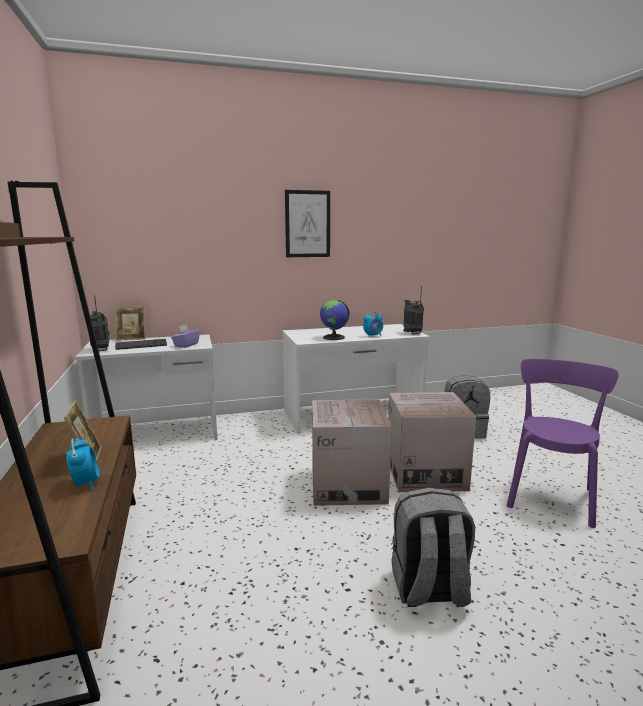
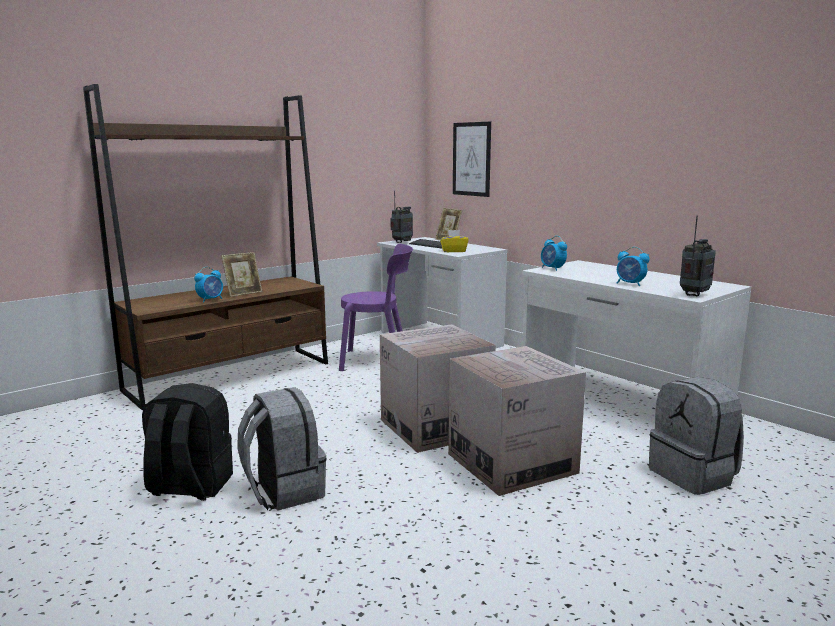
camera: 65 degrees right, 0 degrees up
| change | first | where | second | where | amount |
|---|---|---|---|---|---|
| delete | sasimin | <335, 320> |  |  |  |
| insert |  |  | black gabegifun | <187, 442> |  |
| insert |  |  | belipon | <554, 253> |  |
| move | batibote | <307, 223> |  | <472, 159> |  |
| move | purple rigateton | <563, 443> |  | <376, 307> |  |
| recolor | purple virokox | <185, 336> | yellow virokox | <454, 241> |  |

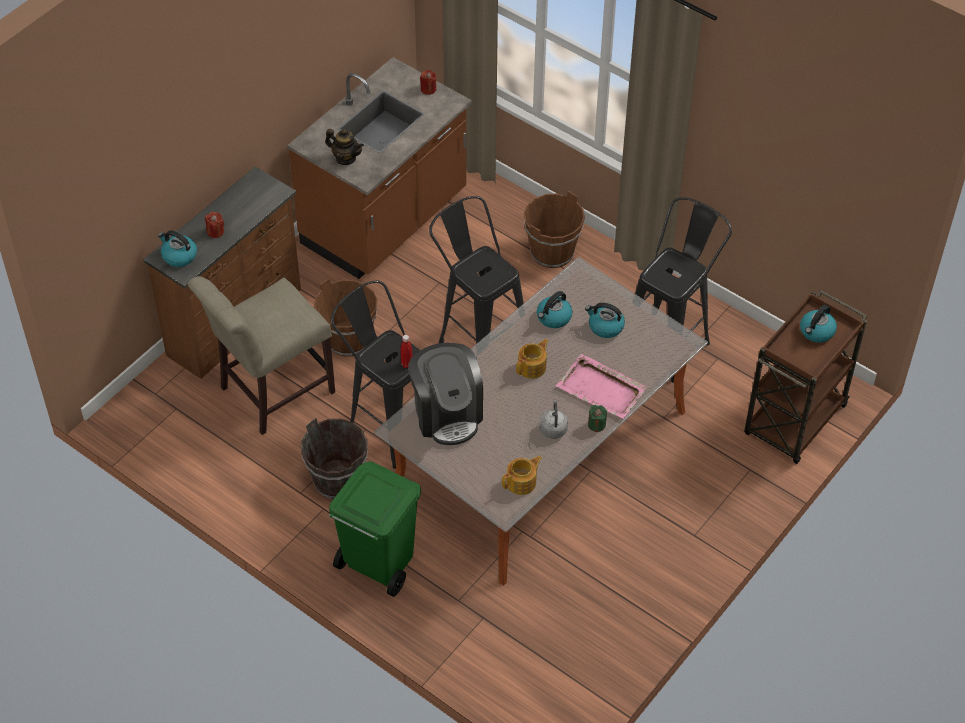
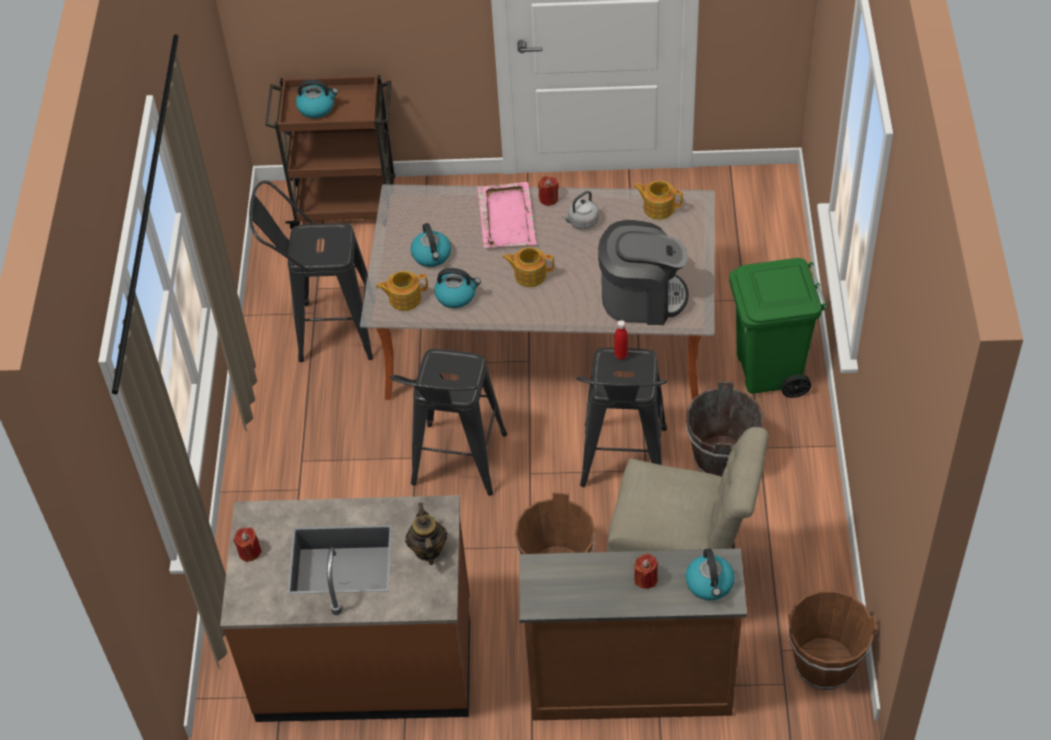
camera: 125 degrees left, 0 degrees up
| change | first | where | second | where | amount |
|---|---|---|---|---|---|
| insert |  |  | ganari | <402, 291> |  |
| move | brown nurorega | <554, 229> |  | <832, 640> |  |
| recolor | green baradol | <597, 418> | red baradol | <548, 191> |  |
| rotate | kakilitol | <445, 394> |  | <643, 272> | 60 degrees clockwise |

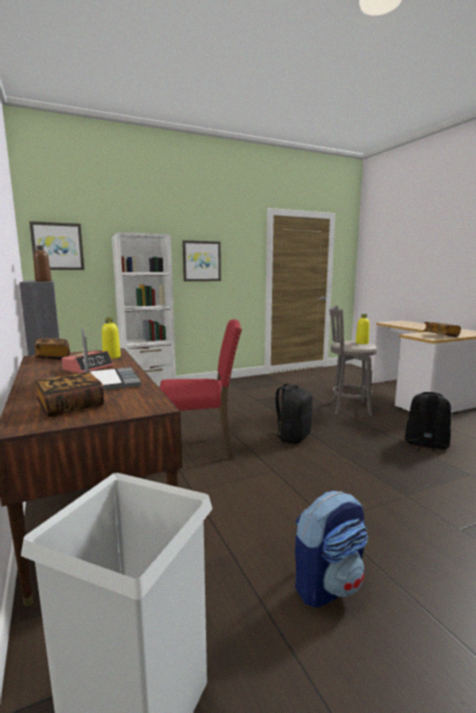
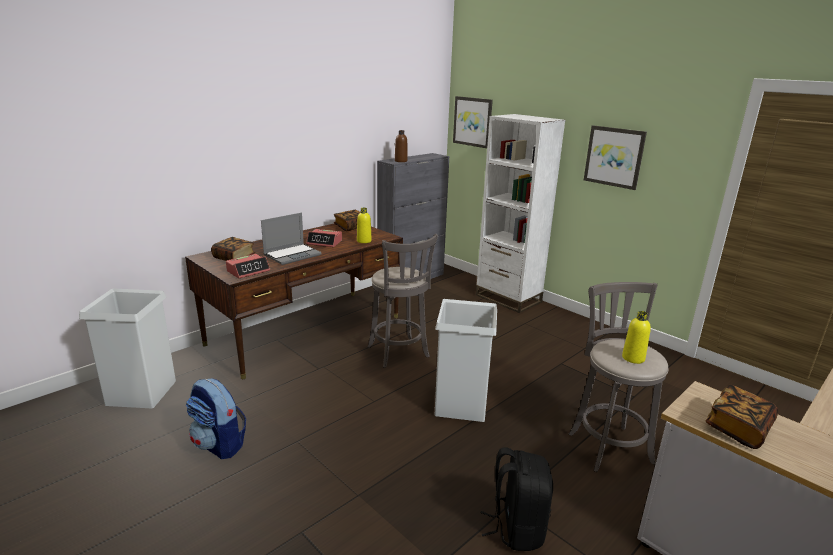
camera: 70 degrees right, 10 degrees up
| change | first | where | second | where | amount |
|---|---|---|---|---|---|
| insert |  |  | belipon | <248, 266> |  |
| replace | red rigateton | <200, 389> | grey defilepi | <402, 301> |  |
| replace | black gabegifun | <292, 413> | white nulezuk | <466, 360> |  |

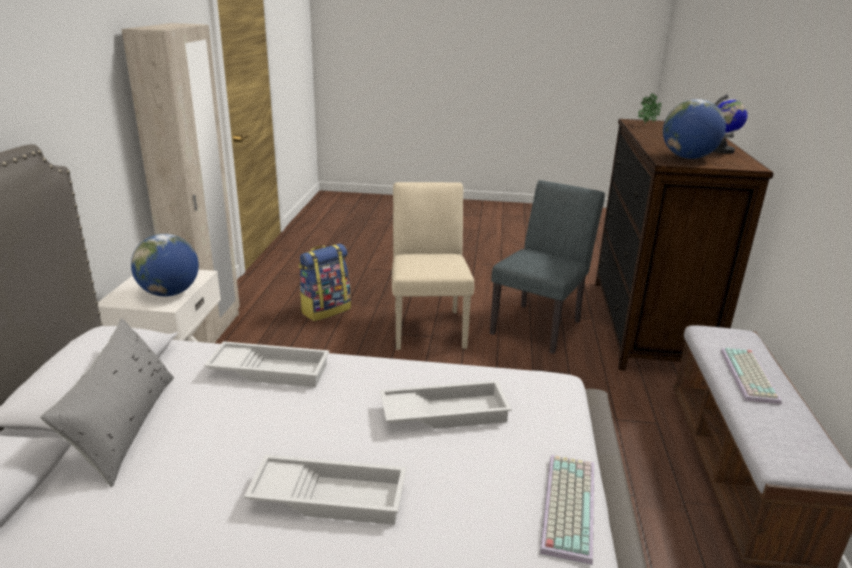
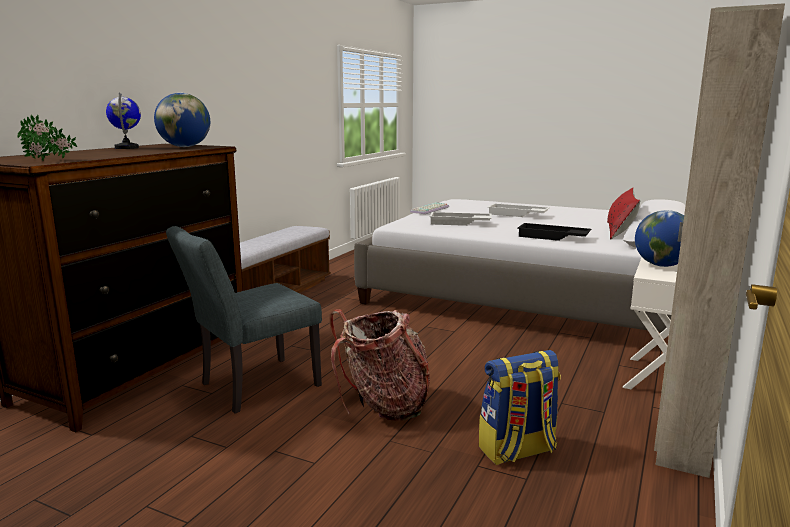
camera: 160 degrees left, 10 degrees down
| change | first | where | second | where | amount |
|---|---|---|---|---|---|
| delete | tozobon | <751, 376> |  |  |  |
| replace | beige rigateton | <433, 266> | gabegifun | <380, 365> |  |
| recolor | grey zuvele | <107, 402> | red zuvele | <623, 213> |  |
| recolor | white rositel | <266, 364> | black rositel | <554, 232> |  |

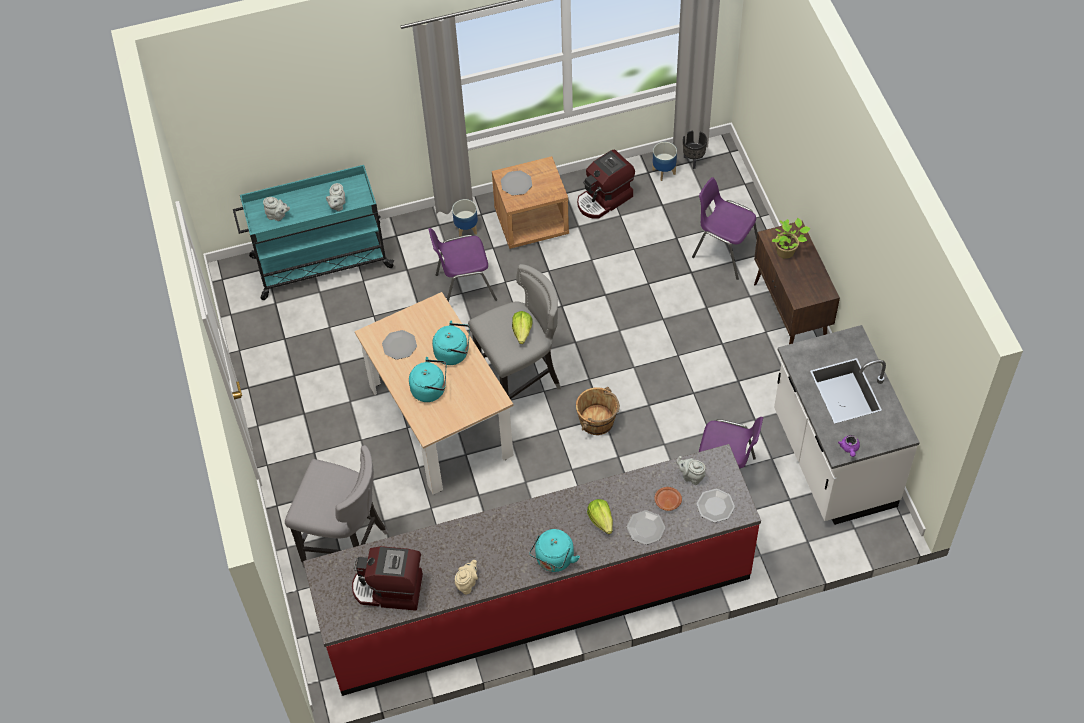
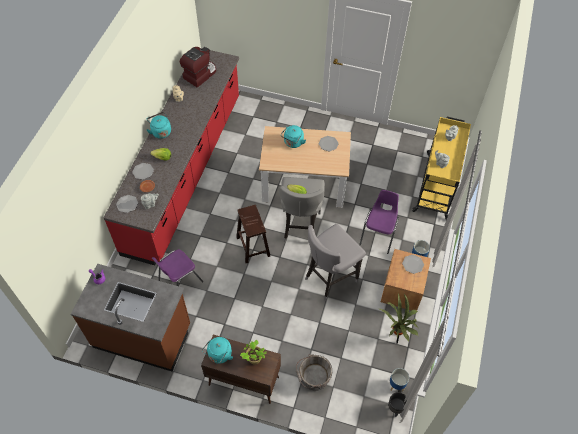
camera: 120 degrees right, 0 degrees up
| change | first | where | second | where | amount |
|---|---|---|---|---|---|
| move | grey defilepi | <336, 506> |  | <335, 262> |  |
| move | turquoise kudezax | <451, 343> |  | <217, 350> |  |
| replace | brown nurorega | <598, 411> | brown defilepi | <253, 234> |  |
| replace | kakilitol | <606, 184> | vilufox | <398, 319> |  |
| replace | purple rigateton | <725, 228> | grey nurorega | <314, 372> |  |
| recolor | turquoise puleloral | <314, 232> | yellow puleloral | <441, 168> |  |
| recolor | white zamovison | <847, 425> | brown zamovison | <130, 318> |  |

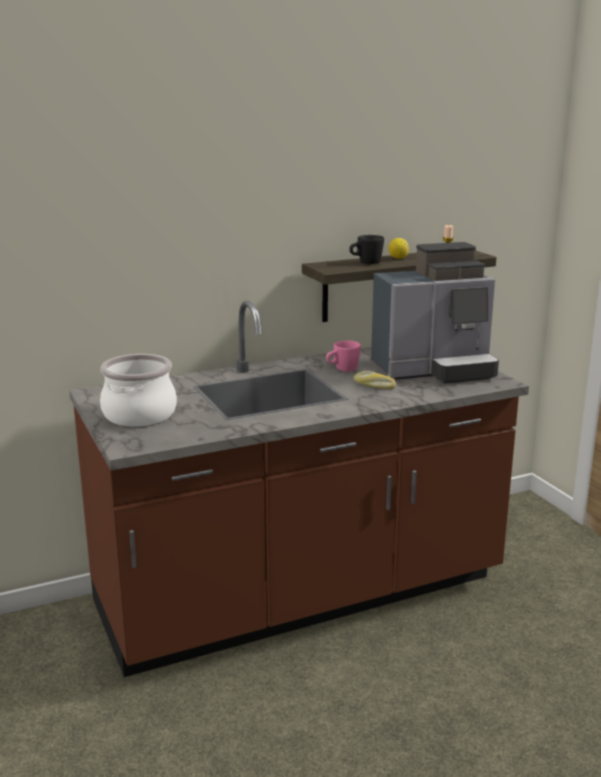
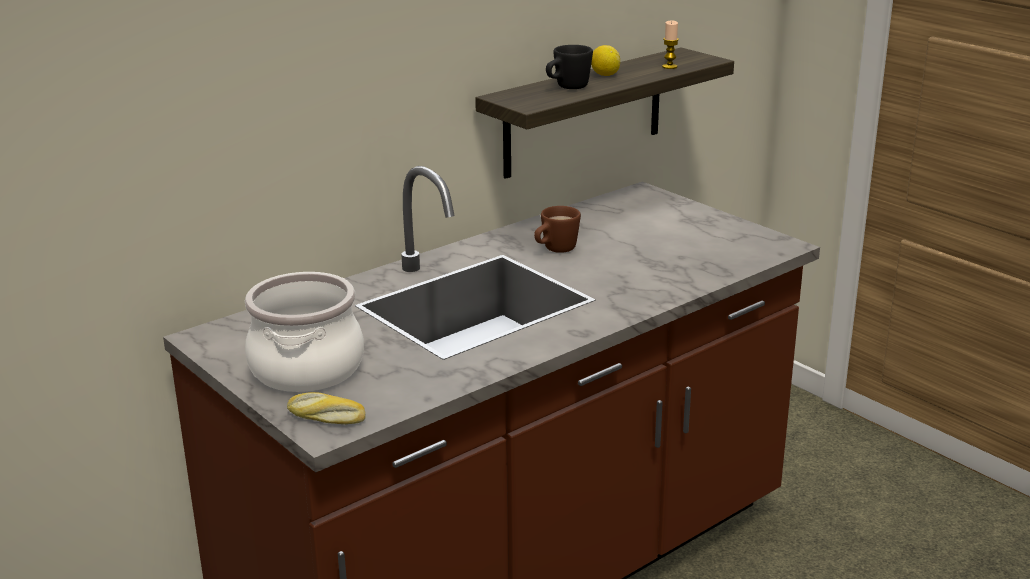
camera: 15 degrees left, 5 degrees up
| change | first | where | second | where | amount |
|---|---|---|---|---|---|
| delete | kakilitol | <435, 313> |  |  |  |
| move | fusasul | <375, 380> |  | <326, 408> |  |
| recolor | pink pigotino | <343, 356> | brown pigotino | <557, 229> |  |

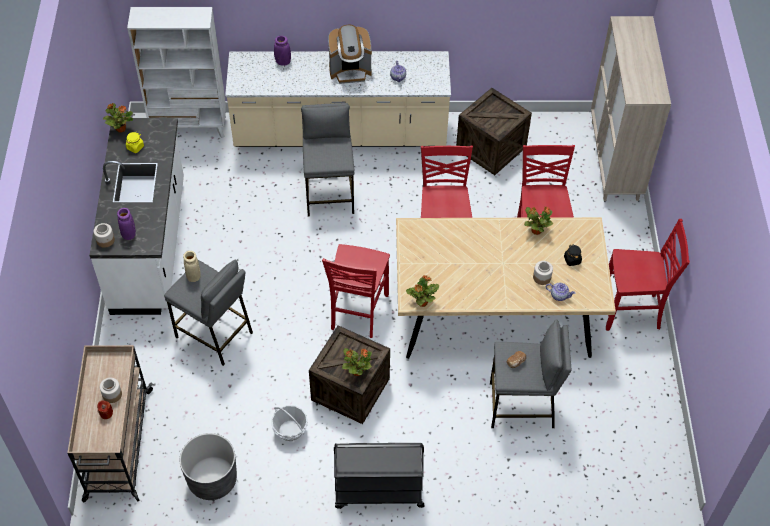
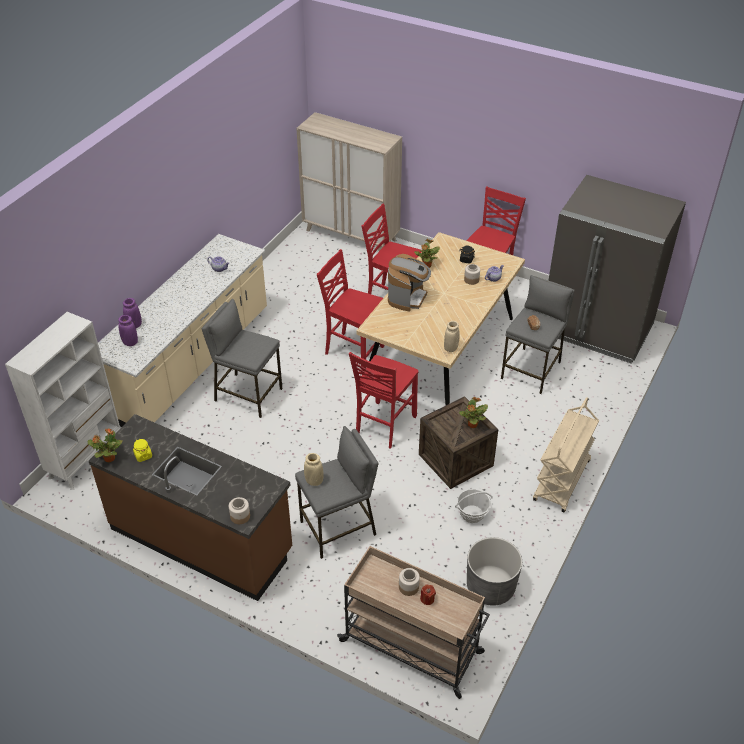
camera: 60 degrees left, 10 degrees down
| change | first | where | second | where | amount |
|---|---|---|---|---|---|
| delete | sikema | <494, 131> |  |  |  |
| insert |  |  | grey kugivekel | <617, 269> |  |
| move | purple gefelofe | <126, 224> |  | <128, 330> |  |
| move | kakilitol | <350, 54> |  | <409, 283> |  |
| replace | vilufox | <422, 291> | beige gefelofe | <452, 336> |  |
| recolor | white zamovison | <136, 216> | brown zamovison | <190, 507> |  |
| recolor | black puleloral | <379, 476> | beige puleloral | <566, 454> |  |
| rotate | red rigateton | <356, 291> |  | <384, 400> | 75 degrees clockwise |

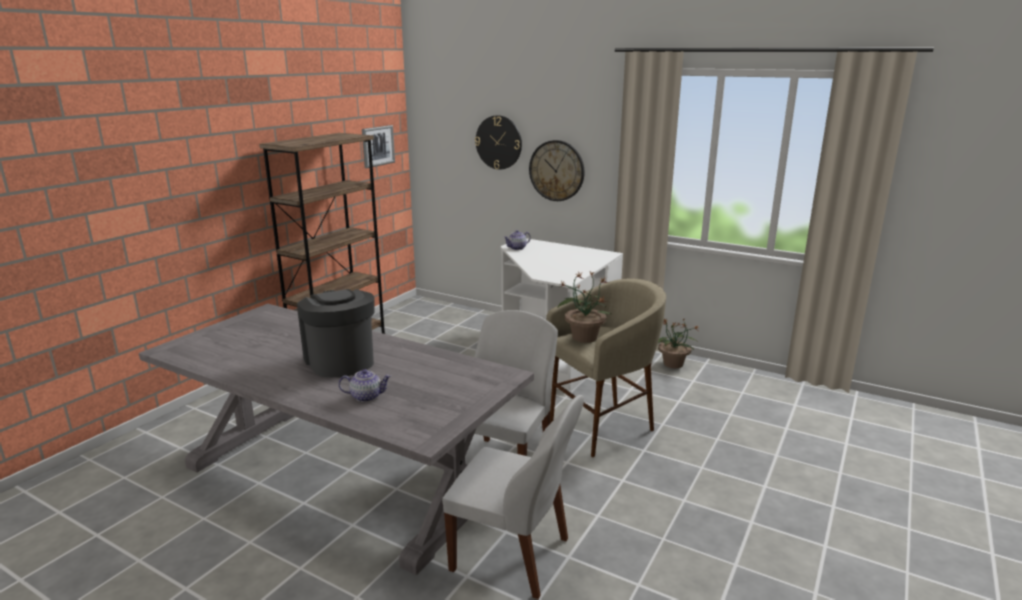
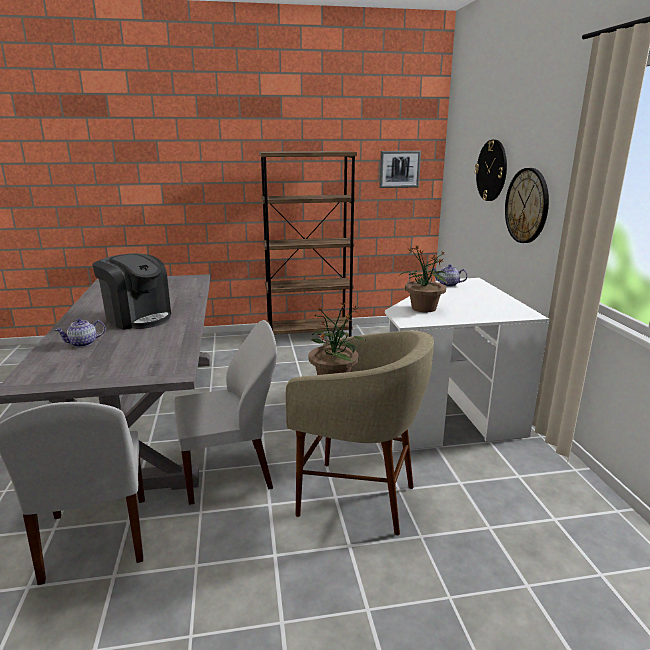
camera: 50 degrees right, 0 degrees up
| change | first | where | second | where | amount |
|---|---|---|---|---|---|
| move | vilufox | <678, 343> |  | <423, 278> |  |
| rotate | kakilitol | <336, 333> |  | <131, 291> | 105 degrees clockwise |
| rotate | ganari | <364, 385> |  | <80, 333> | 105 degrees clockwise |

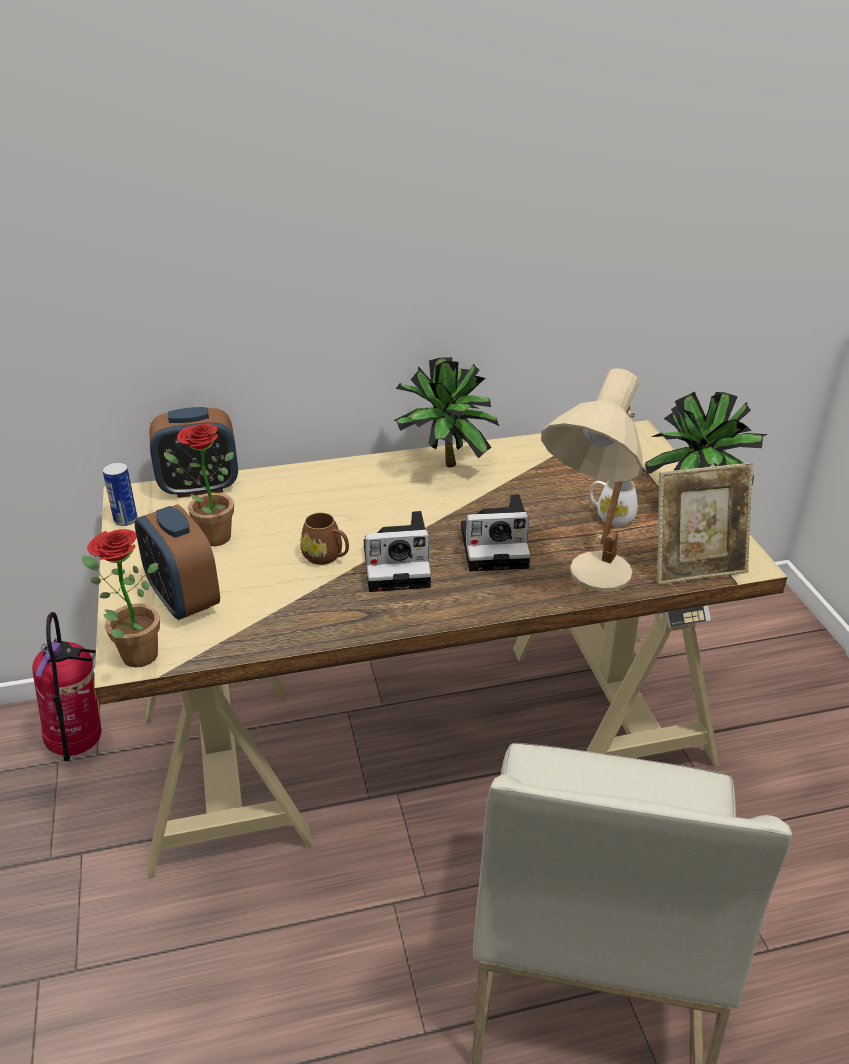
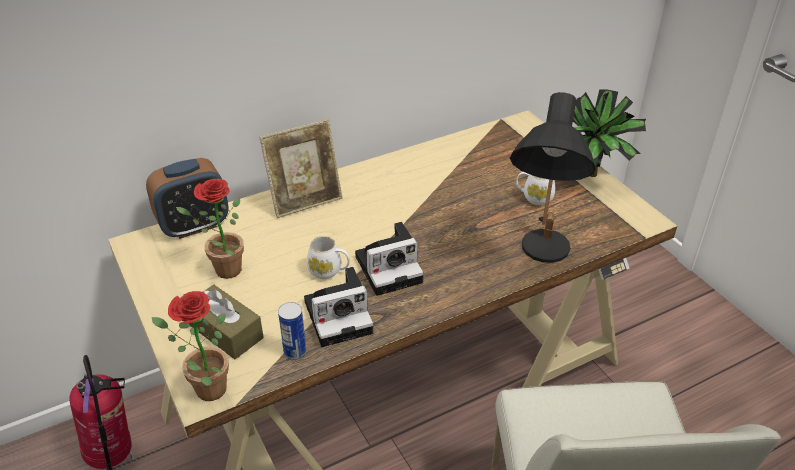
camera: 15 degrees left, 5 degrees up
| change | first | where | second | where | amount |
|---|---|---|---|---|---|
| delete | vilufox | <446, 412> |  |  |  |
| move | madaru | <119, 494> |  | <292, 331> |  |
| move | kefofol | <495, 533> |  | <338, 307> |  |
| move | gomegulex | <705, 524> |  | <301, 169> |  |
| replace | belipon | <177, 562> | brown virokox | <226, 322> |  |
| recolor | brown pigotino | <324, 538> | white pigotino | <328, 257> |  |
| recolor | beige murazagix | <592, 480> | black murazagix | <553, 177> |  |

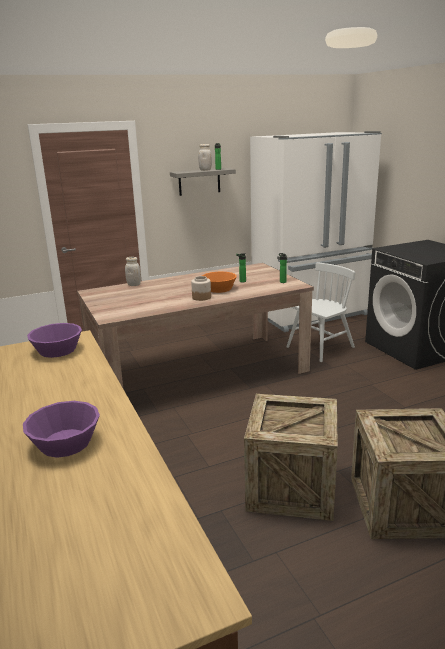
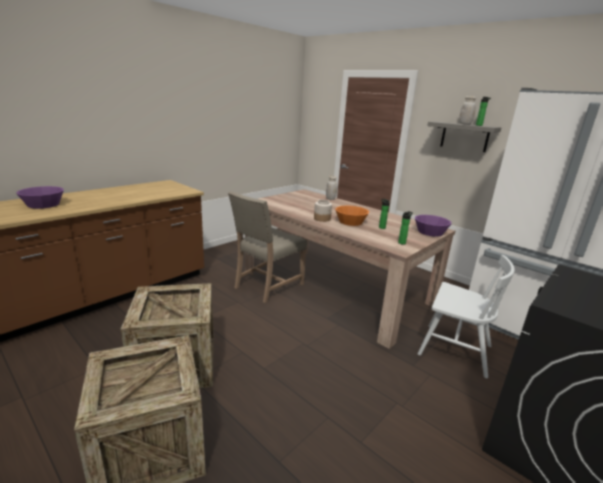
camera: 65 degrees right, 0 degrees up
| change | first | where | second | where | amount |
|---|---|---|---|---|---|
| insert |  |  | beige rigateton | <267, 247> |  |
| move | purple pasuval | <54, 340> |  | <433, 226> |  |

